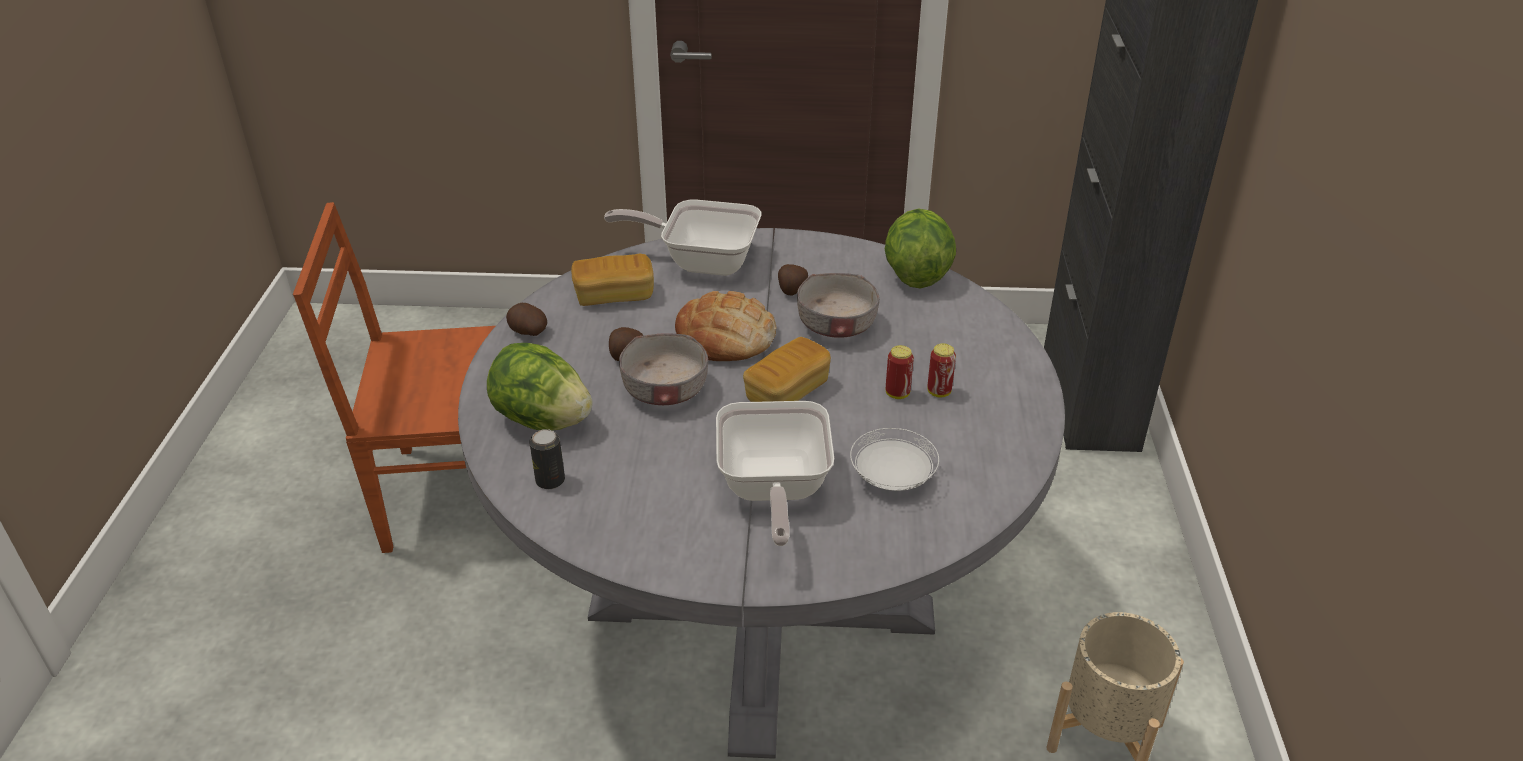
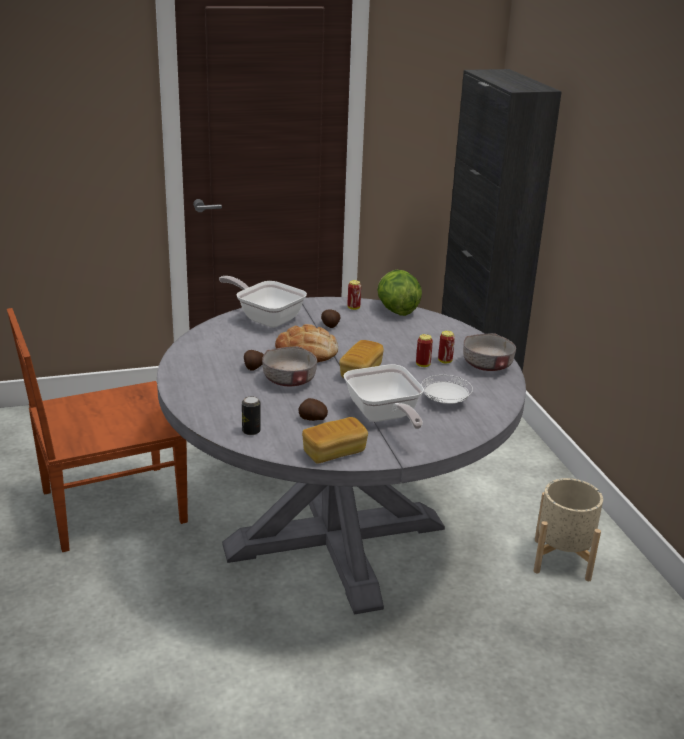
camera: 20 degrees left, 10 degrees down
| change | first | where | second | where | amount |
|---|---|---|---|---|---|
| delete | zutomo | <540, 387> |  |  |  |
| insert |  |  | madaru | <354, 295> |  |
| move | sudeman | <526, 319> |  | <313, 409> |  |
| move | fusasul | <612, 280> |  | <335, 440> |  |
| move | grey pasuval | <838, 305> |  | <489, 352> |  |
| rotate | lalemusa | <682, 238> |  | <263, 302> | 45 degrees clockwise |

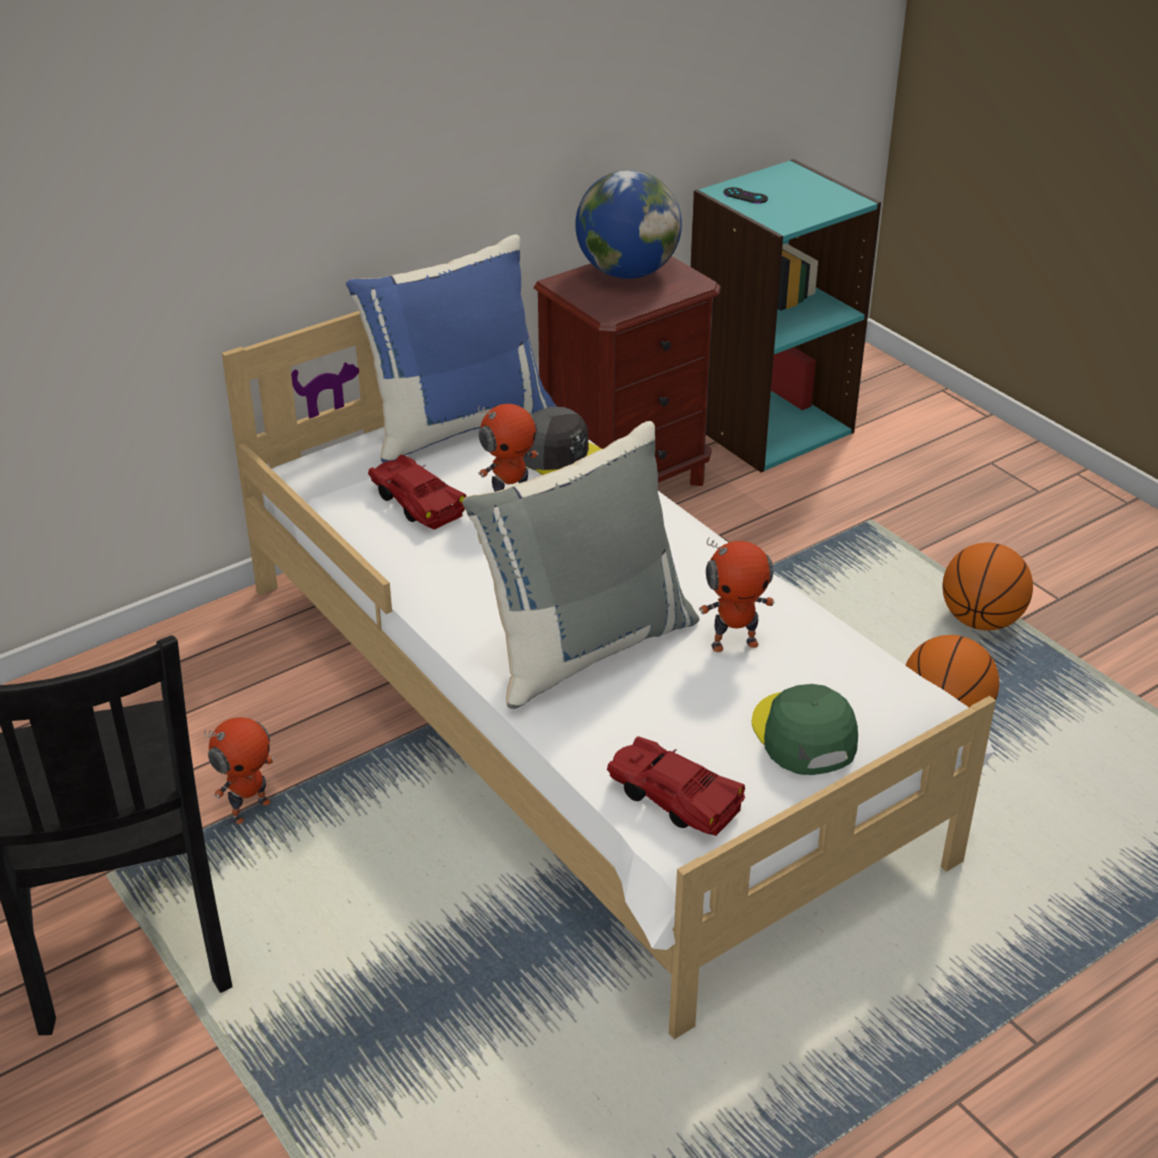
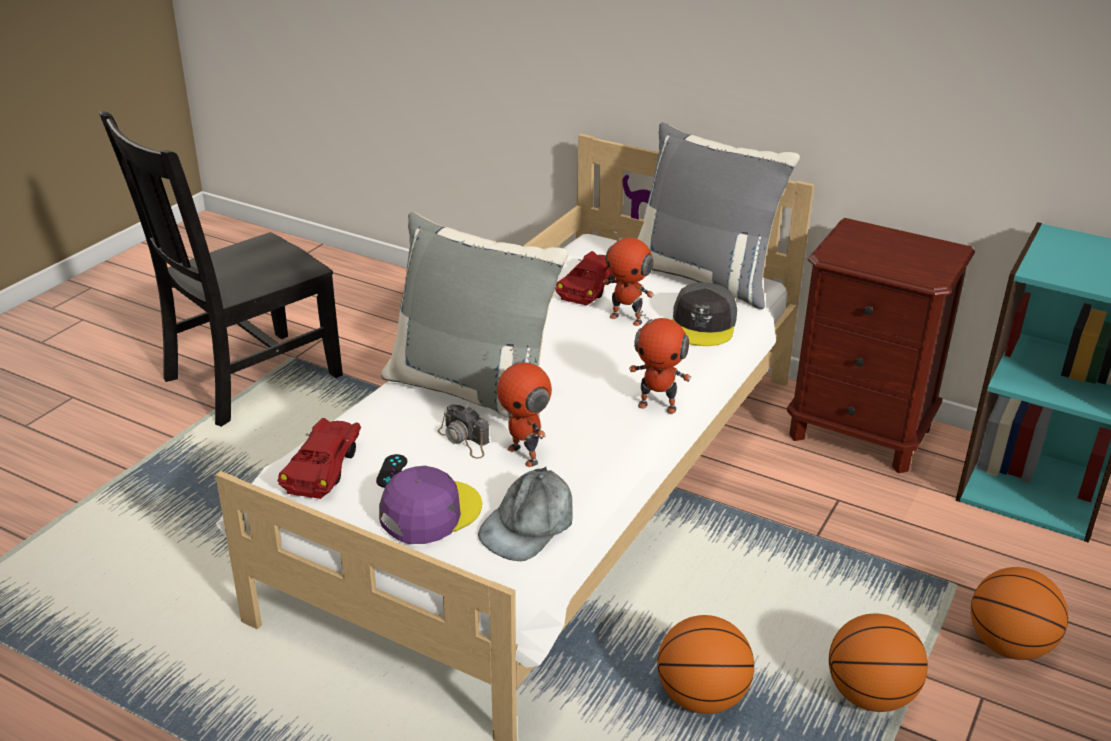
camera: 65 degrees right, 5 degrees down
| change | first | where | second | where | amount |
|---|---|---|---|---|---|
| delete | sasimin | <628, 224> |  |  |  |
| insert |  |  | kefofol | <463, 431> |  |
| insert |  |  | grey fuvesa | <525, 514> |  |
| insert |  |  | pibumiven | <1019, 613> |  |
| move | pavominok | <239, 770> |  | <660, 361> |  |
| move | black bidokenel | <745, 195> |  | <391, 471> |  |
| recolor | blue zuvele | <451, 349> | grey zuvele | <719, 215> |  |
| recolor | green fuvesa | <805, 729> | purple fuvesa | <430, 505> |  |

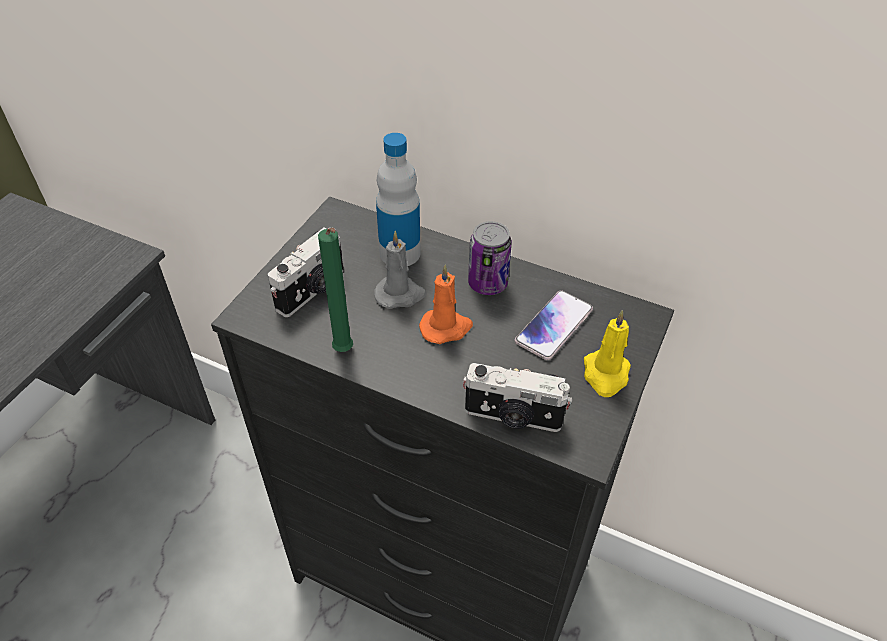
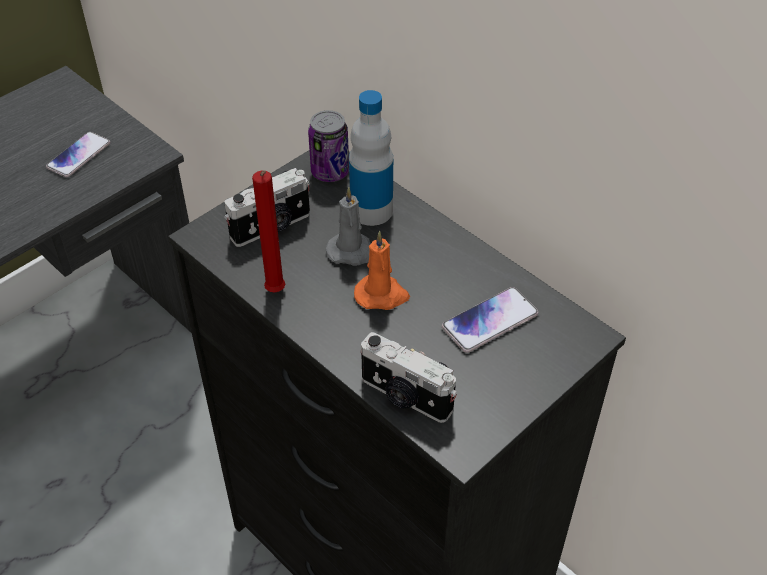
camera: 20 degrees right, 0 degrees up
| change | first | where | second | where | amount |
|---|---|---|---|---|---|
| delete | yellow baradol | <607, 353> |  |  |  |
| insert |  |  | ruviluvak | <78, 154> |  |
| move | madaru | <490, 258> |  | <328, 146> |  |
| recolor | green baradol | <335, 290> | red baradol | <268, 231> |  |

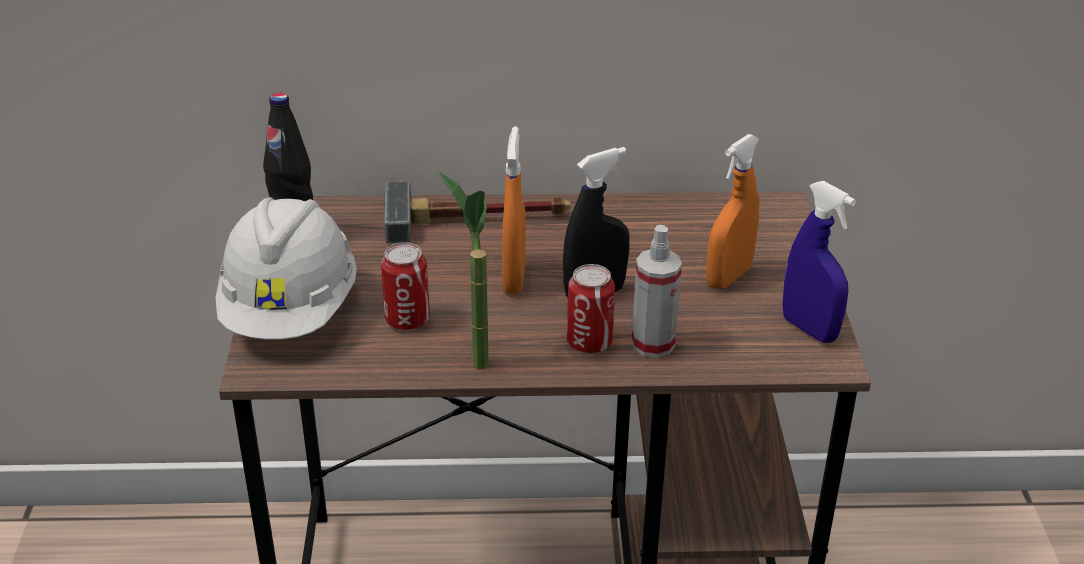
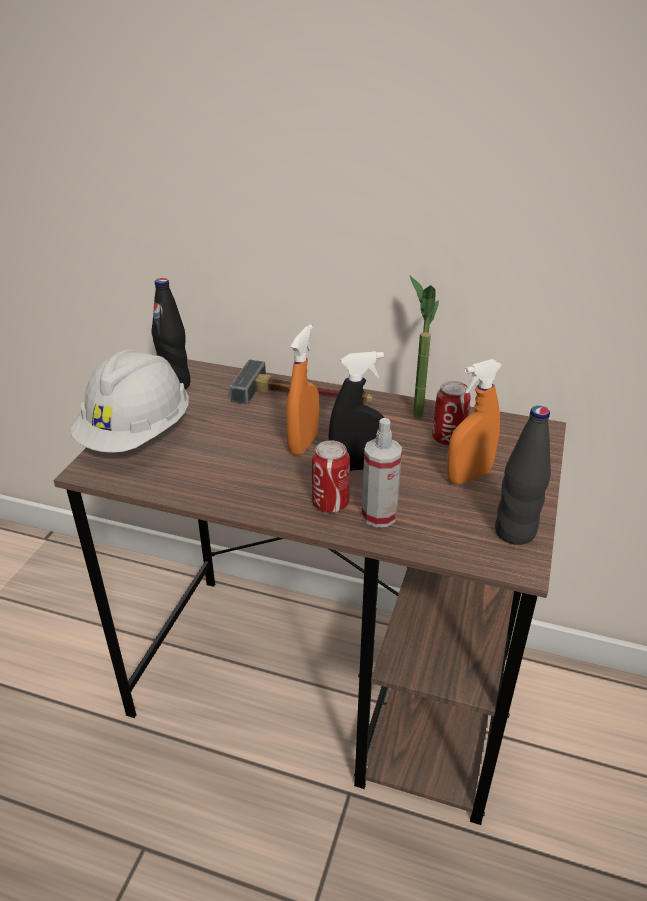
camera: 20 degrees right, 0 degrees up
| change | first | where | second | where | amount |
|---|---|---|---|---|---|
| move | madaru | <405, 286> |  | <451, 413> |  |
| move | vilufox | <464, 270> |  | <424, 347> |  |
| replace | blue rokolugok | <819, 262> | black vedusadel | <523, 475> |  |

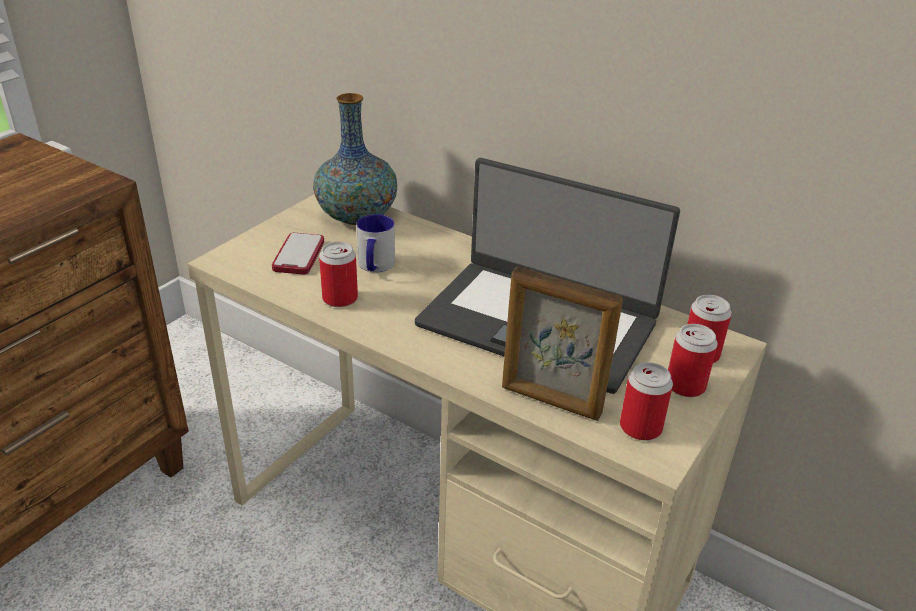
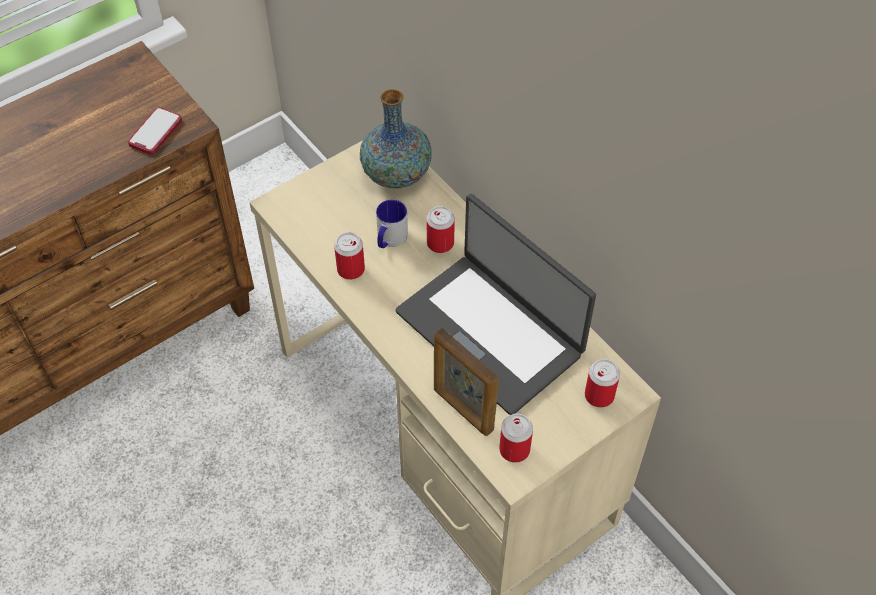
camera: 20 degrees right, 20 degrees up
| change | first | where | second | where | amount |
|---|---|---|---|---|---|
| move | ruviluvak | <298, 253> |  | <155, 131> |  |
| move | madaru | <693, 360> |  | <440, 229> |  |

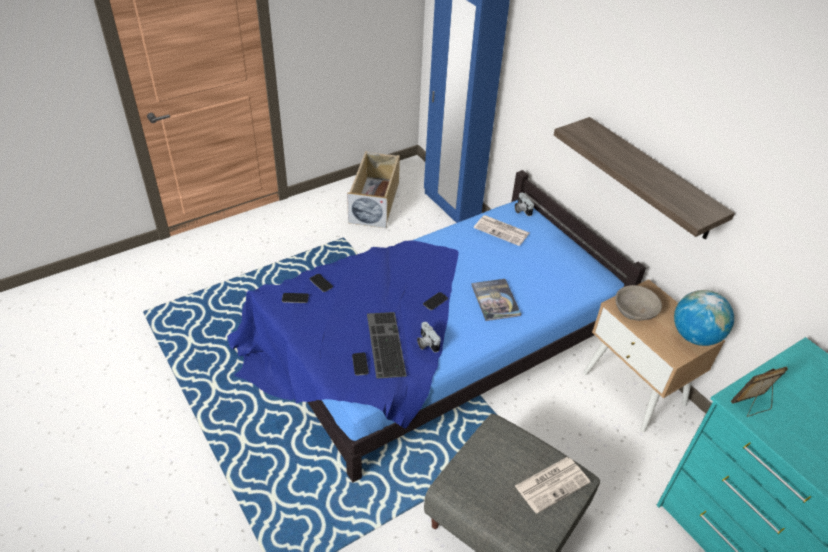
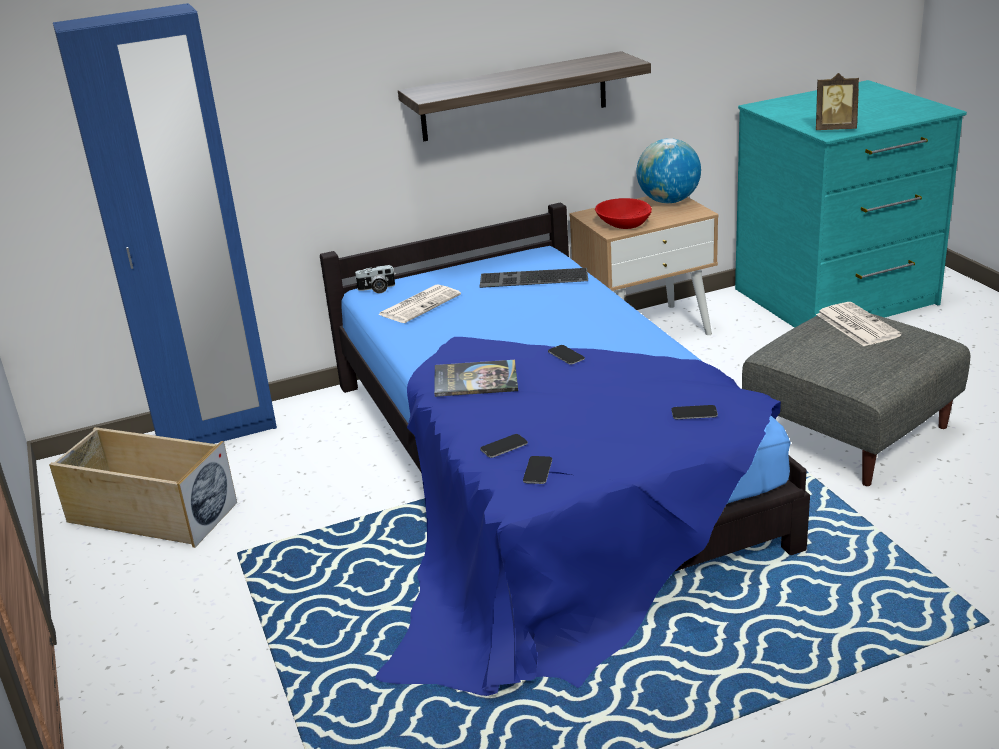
camera: 75 degrees left, 15 degrees down
| change | first | where | second | where | amount |
|---|---|---|---|---|---|
| delete | kefofol | <429, 337> |  |  |  |
| move | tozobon | <387, 345> |  | <533, 278> |  |
| move | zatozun | <496, 300> |  | <476, 378> |  |
| recolor | grey pasuval | <638, 303> | red pasuval | <623, 213> |  |
| rotate | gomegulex | <759, 392> |  | <837, 101> | 75 degrees counterclockwise |

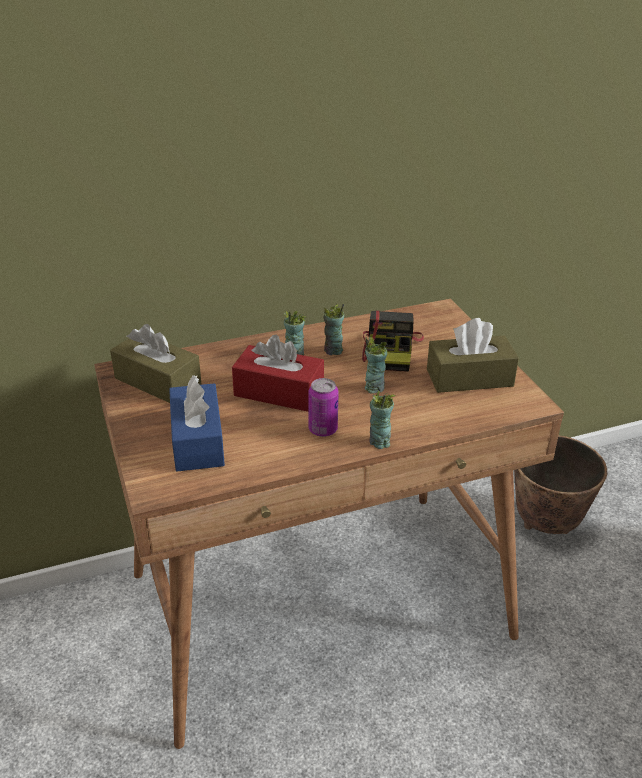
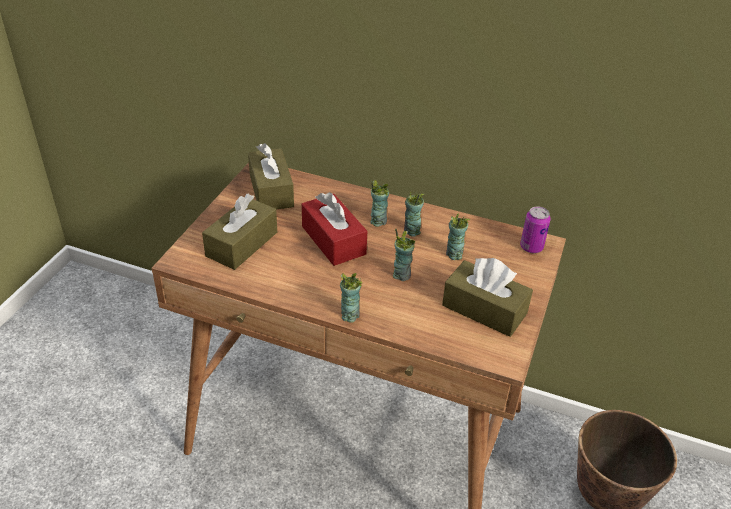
camera: 40 degrees right, 5 degrees up
| change | first | where | second | where | amount |
|---|---|---|---|---|---|
| move | madaru | <323, 407> |  | <535, 229> |  |
| replace | kefofol | <393, 341> | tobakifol | <458, 237> |  |
| recolor | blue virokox | <197, 423> | brown virokox | <239, 232> |  |

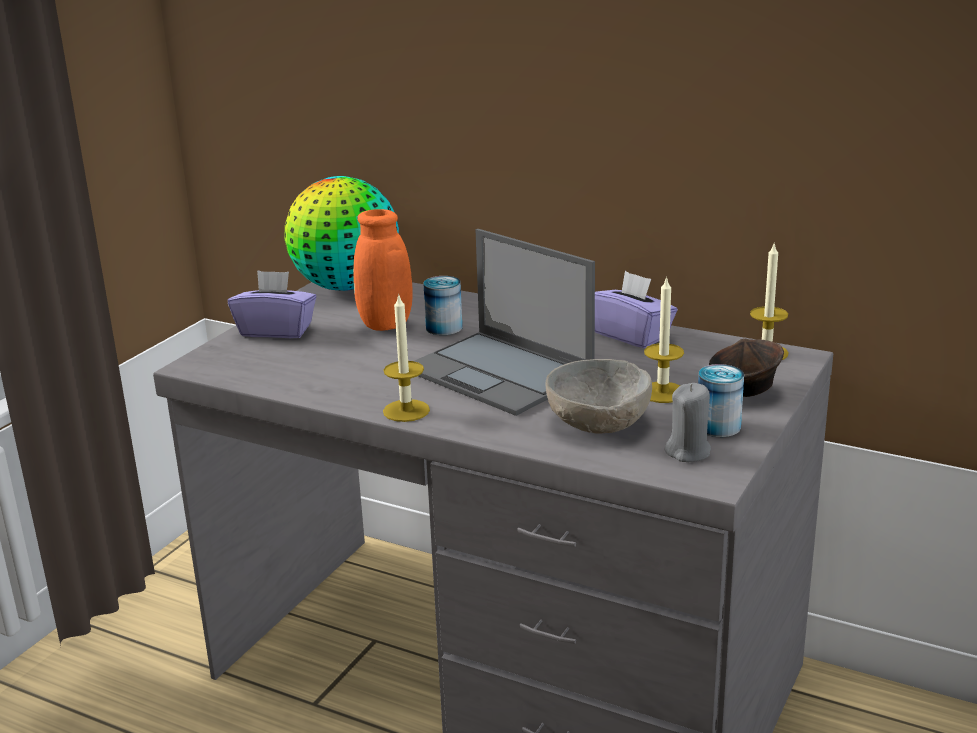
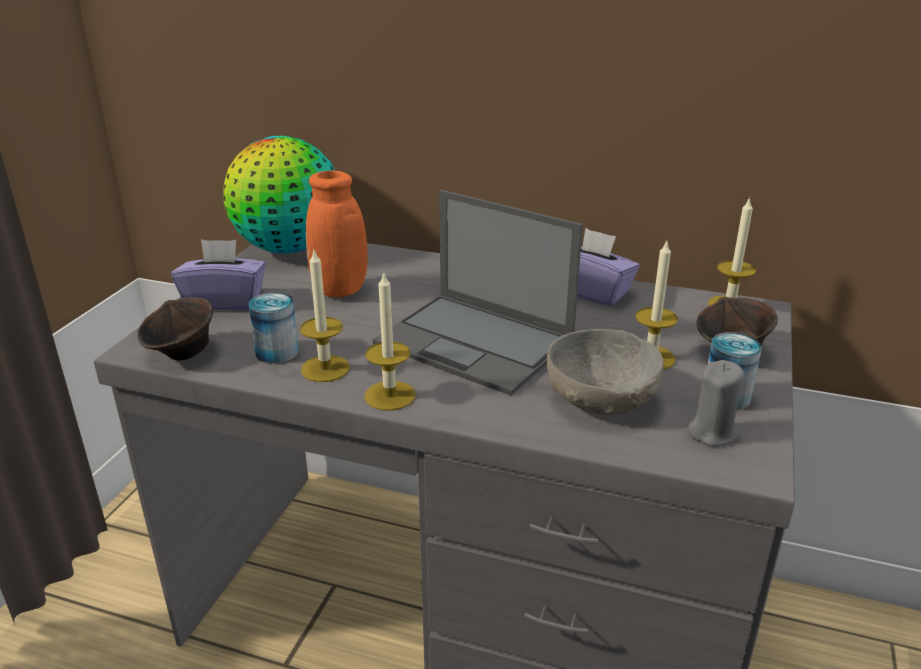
camera: 10 degrees left, 5 degrees up
| change | first | where | second | where | amount |
|---|---|---|---|---|---|
| insert |  |  | brown pasuval | <175, 329> |  |
| insert |  |  | baradol | <325, 316> |  |
| move | madaru | <442, 305> |  | <274, 328> |  |

